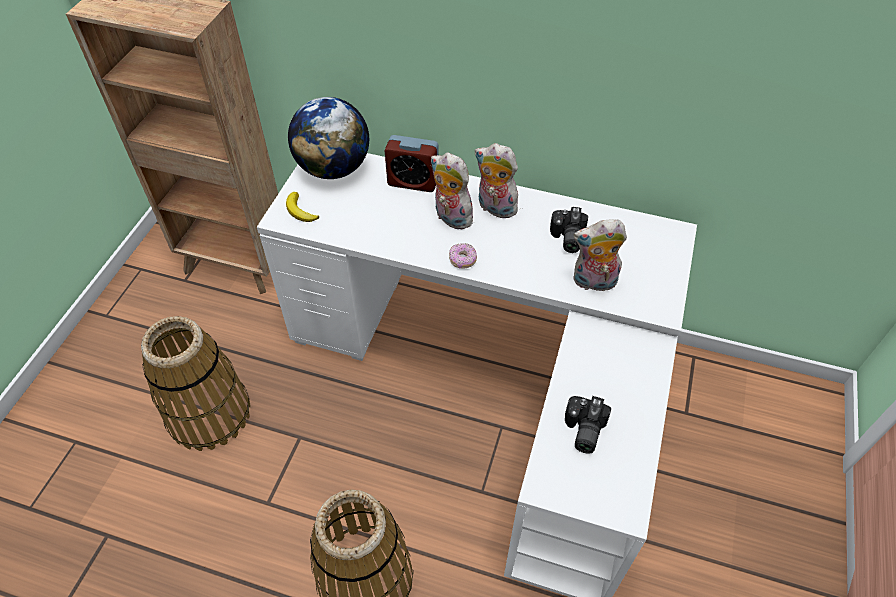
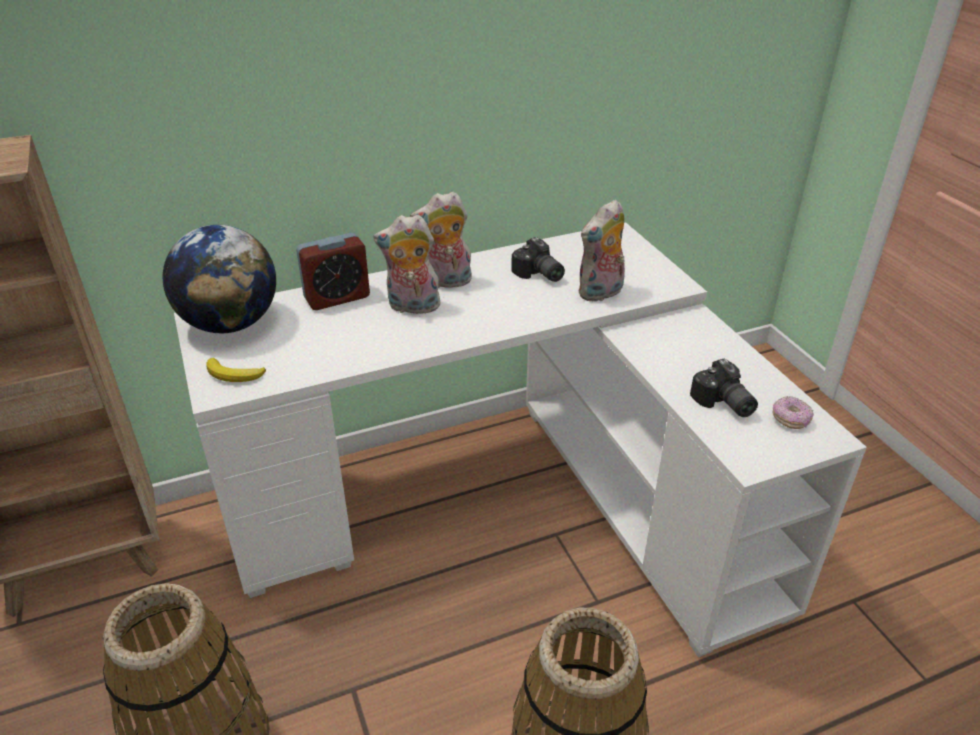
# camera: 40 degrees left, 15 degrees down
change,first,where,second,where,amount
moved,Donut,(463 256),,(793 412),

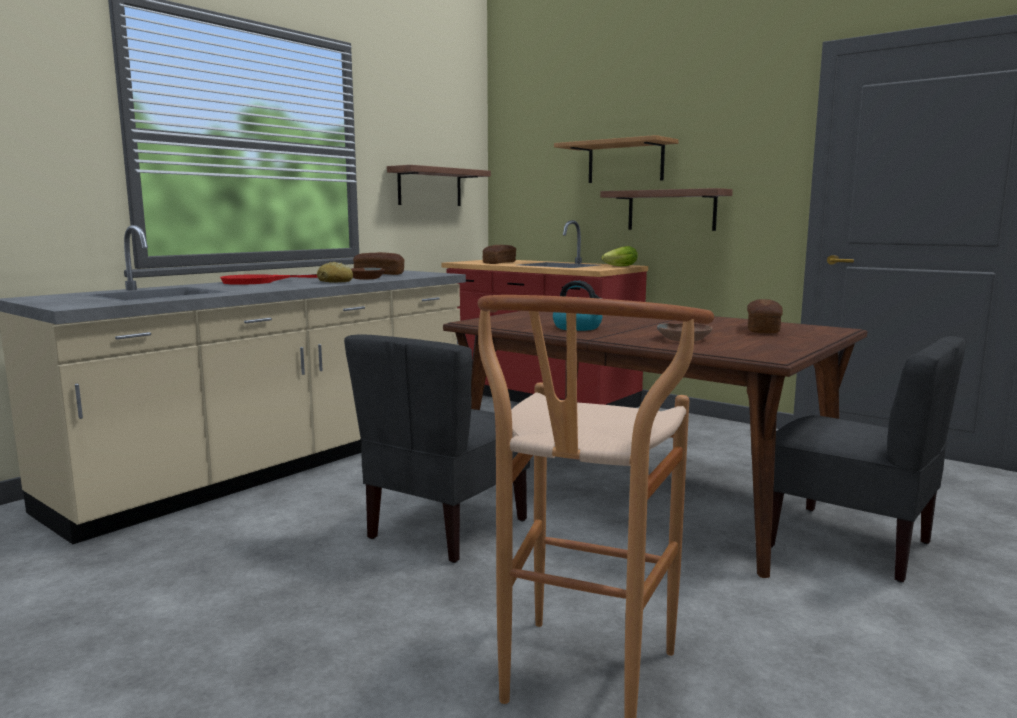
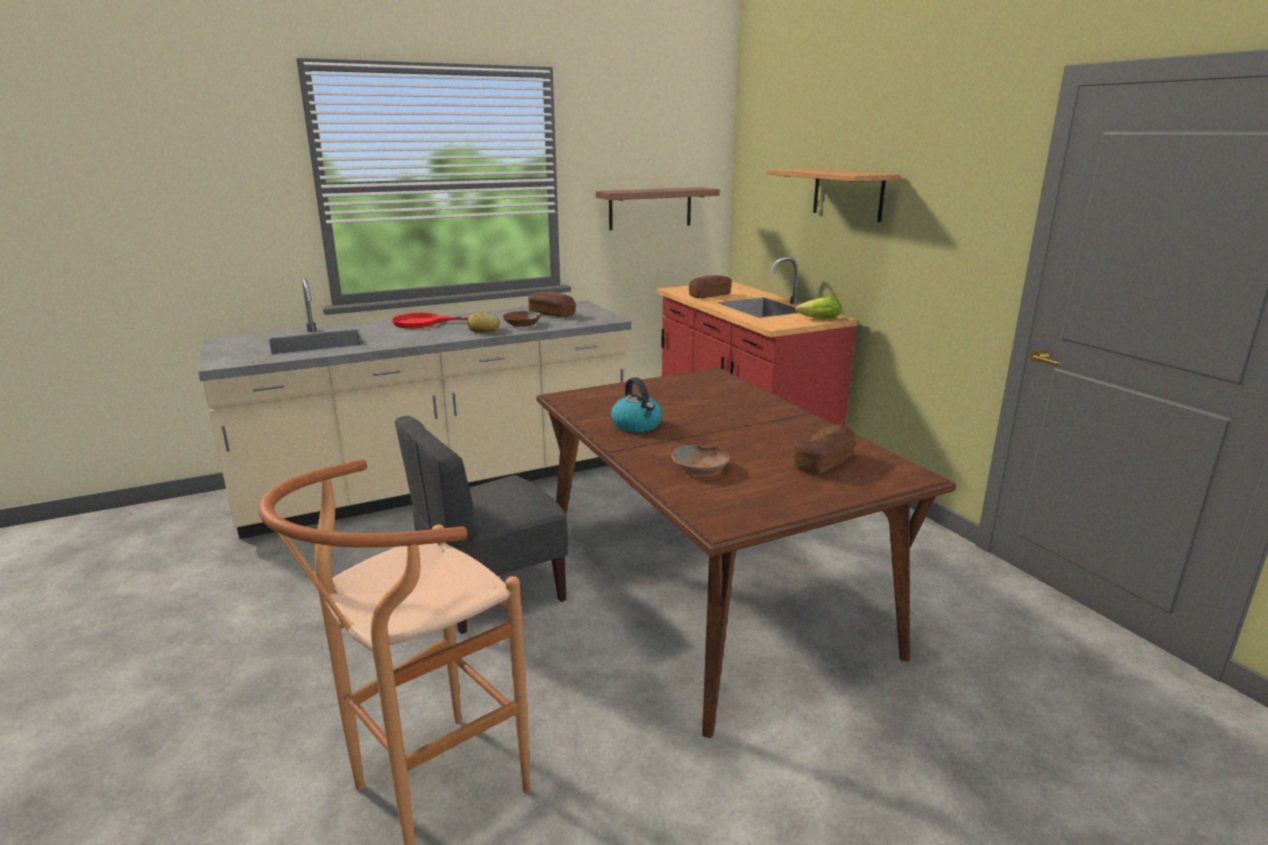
# camera: 25 degrees right, 10 degrees up
change,first,where,second,where,amount
removed,WallShelf,(666 209),,,
removed,GrayChair,(869 459),,,

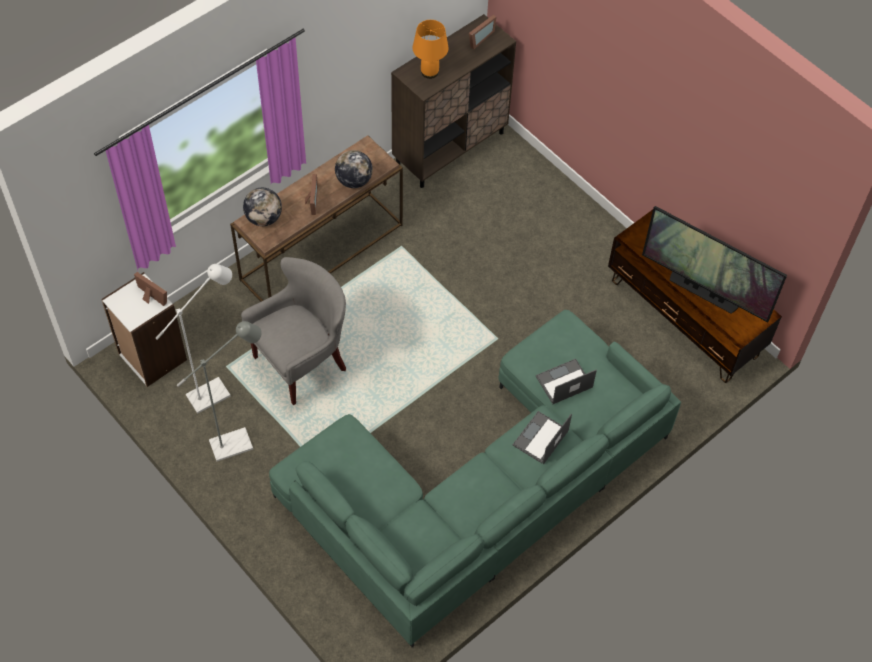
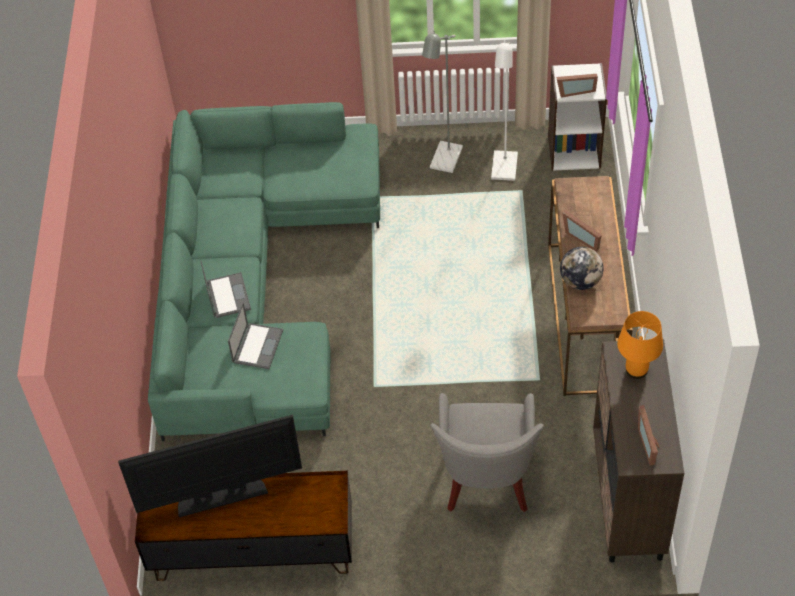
# camera: 135 degrees right, 5 degrees down
change,first,where,second,where,amount
moved,GrayLoungeChair,(293 331),,(487 452),
removed,DeskGlobe,(262 207),,,

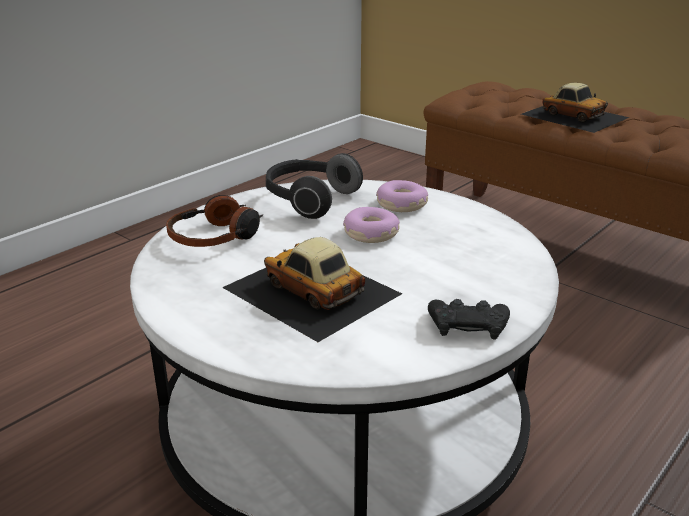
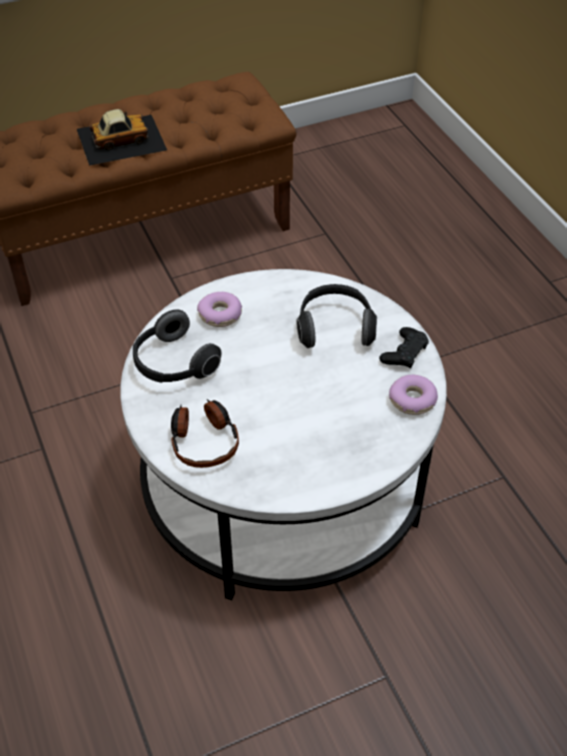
# camera: 65 degrees left, 20 degrees up
change,first,where,second,where,amount
removed,ModelCar,(312 289),,,
moved,Donut,(371 225),,(413 395),
added,,,PairOfHeadphones,(337 316),

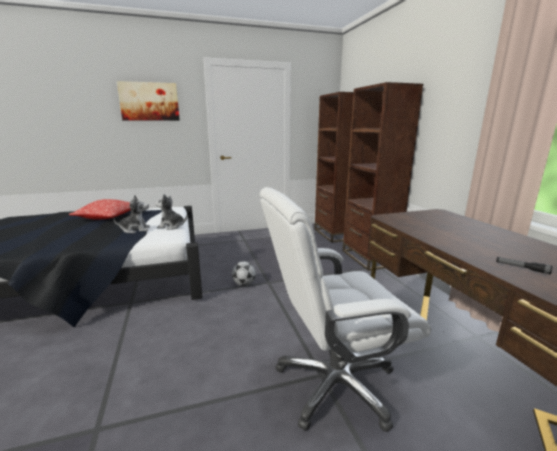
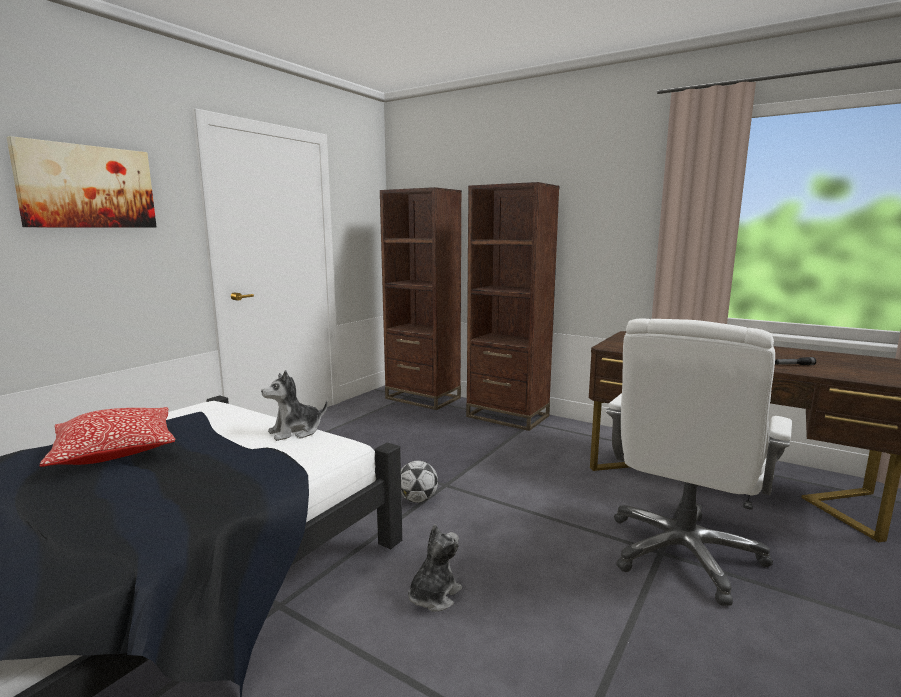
# camera: 40 degrees left, 5 degrees down
change,first,where,second,where,amount
moved,CuddlyToy,(131 214),,(435 568),

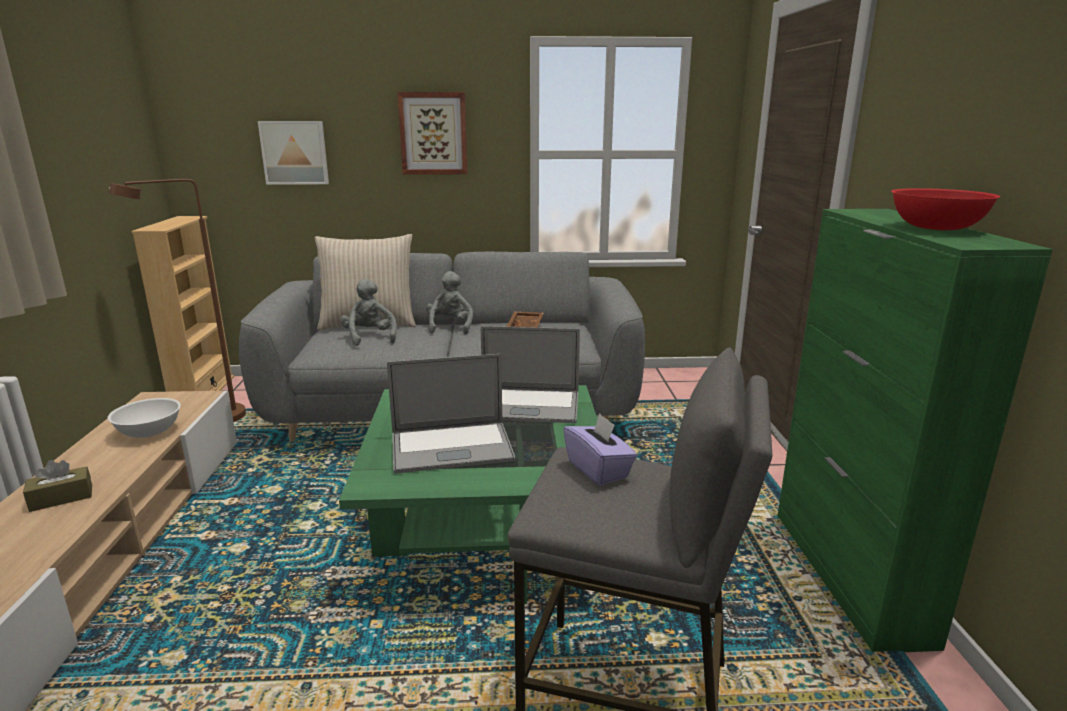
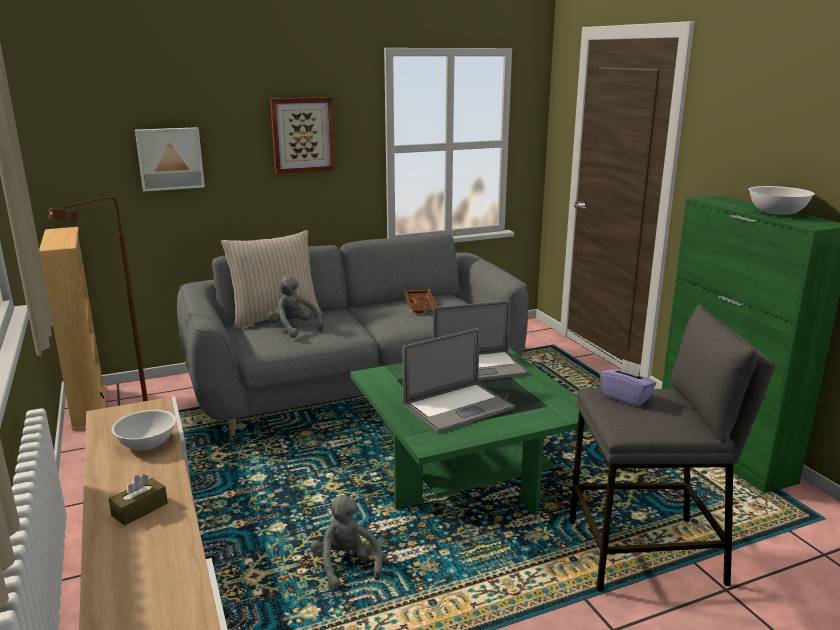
# camera: 20 degrees left, 0 degrees up
change,first,where,second,where,amount
moved,GrayCuddlyToy,(449 303),,(346 543),
recoloured,RedColouredBowl,(946 209),WhiteColouredBowl,(781 200),

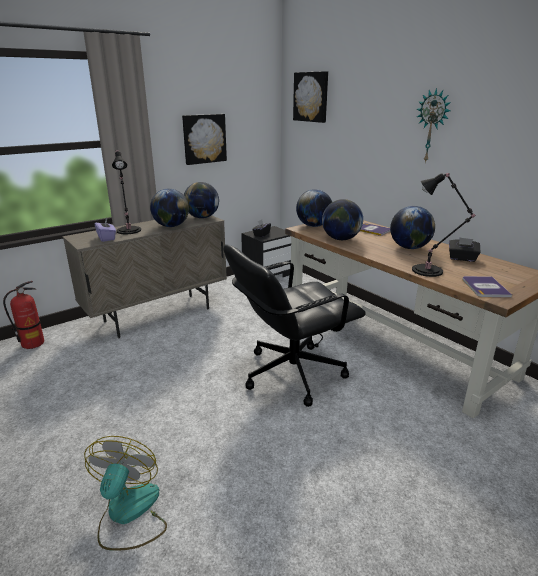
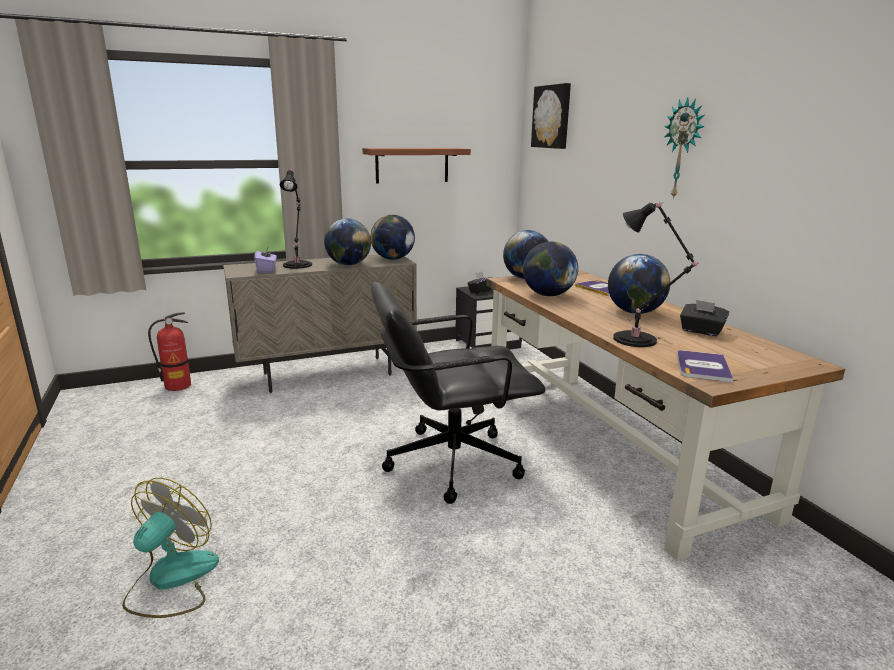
# camera: 15 degrees right, 5 degrees down
change,first,where,second,where,amount
replaced,Picture,(204 139),WallShelf,(417 165),

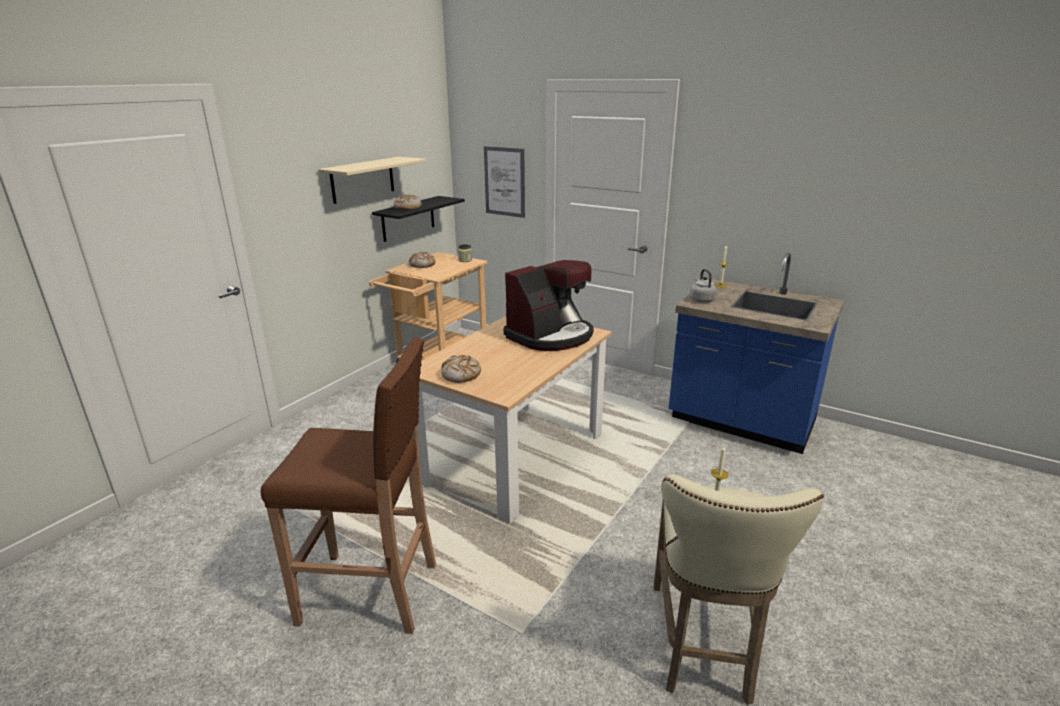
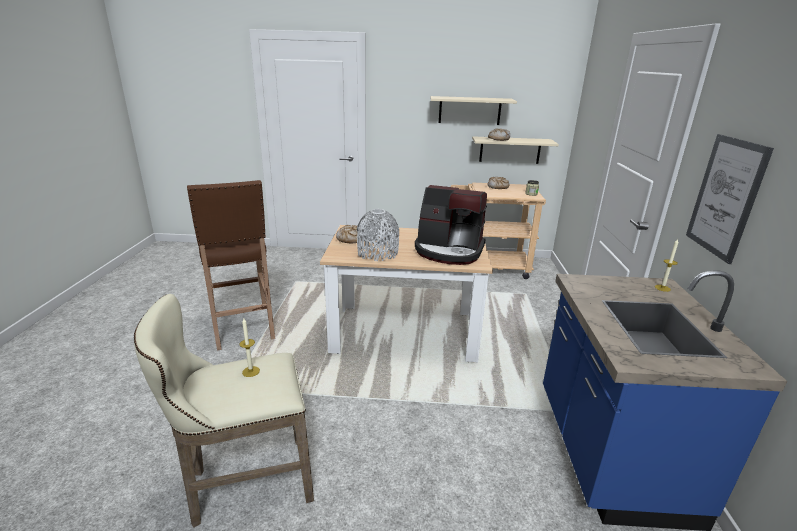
# camera: 60 degrees right, 0 degrees up
change,first,where,second,where,amount
recoloured,BlackColouredWallShelf,(418 219),BeigeColouredWallShelf,(515 150),
moved,Picture,(504 182),,(730 199),
removed,GrayWaterKettle,(703 286),,,
added,,,GrayFlowerVase,(378 235),

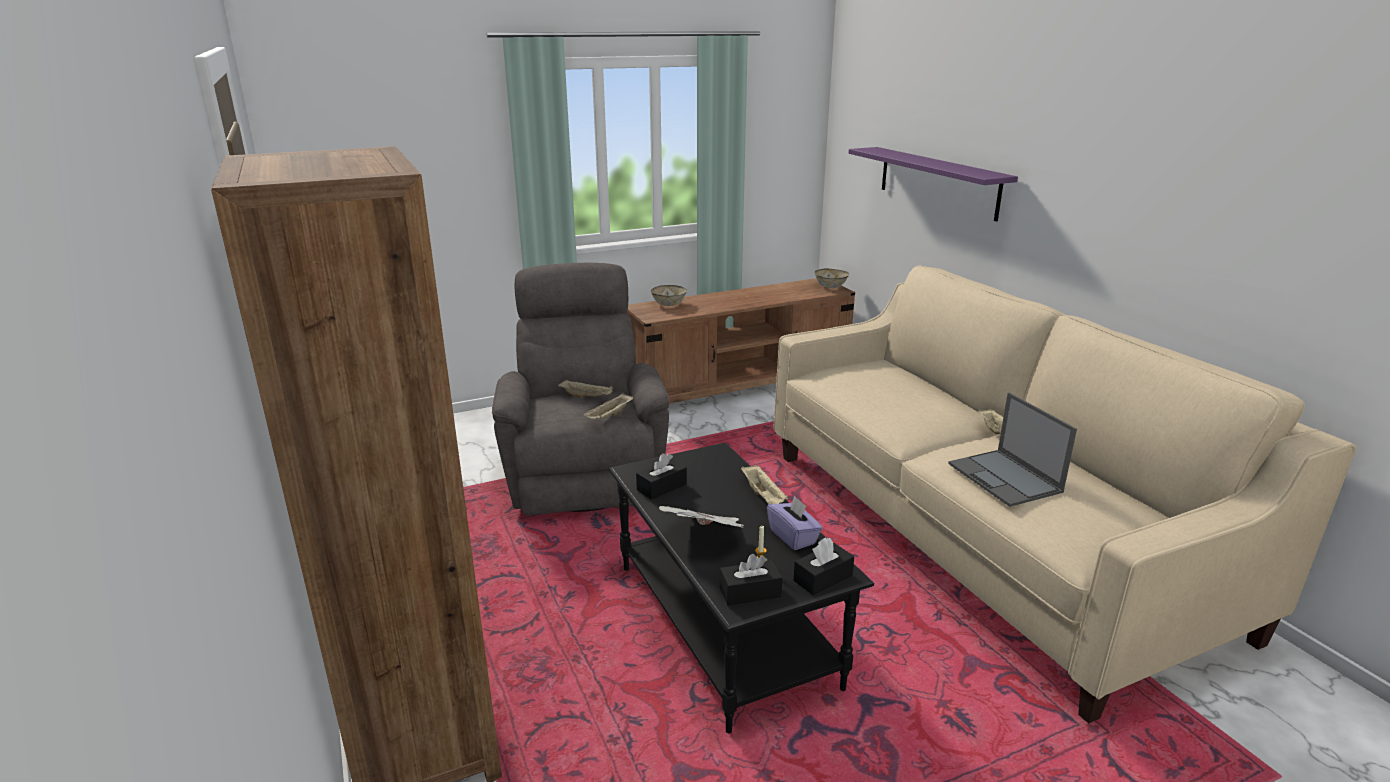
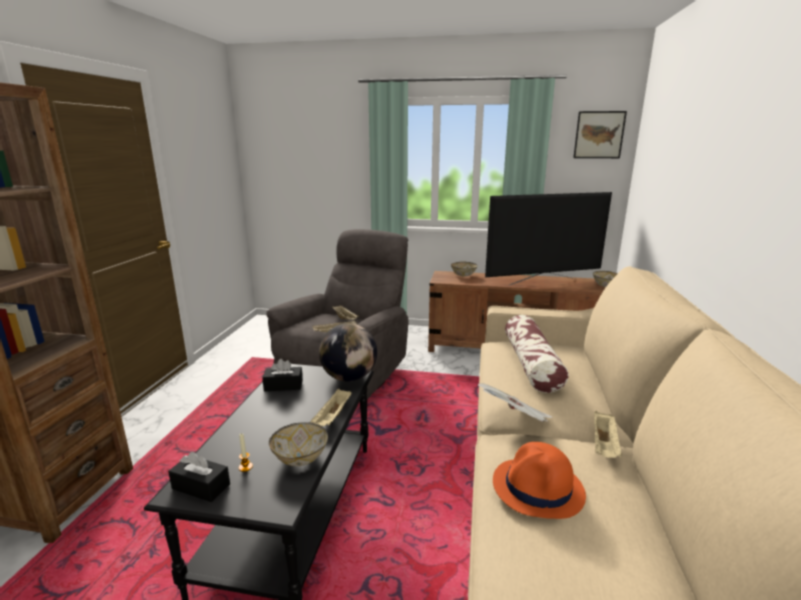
# camera: 35 degrees right, 5 degrees down
change,first,where,second,where,amount
moved,Newspaper,(701 517),,(515 402),
replaced,PurplishTissueBox,(795 522),Bowl,(298 444),
removed,BlackColouredTissueBox,(824 566),,,
removed,PurplishWallShelf,(933 184),,,
replaced,PortableComputer,(1012 450),OrangeyClothingHat,(539 480),
added,,,DeskGlobe,(348 352),
added,,,Tv,(548 239),
added,,,ThrowPillow,(536 354),
added,,,Picture,(600 134),

